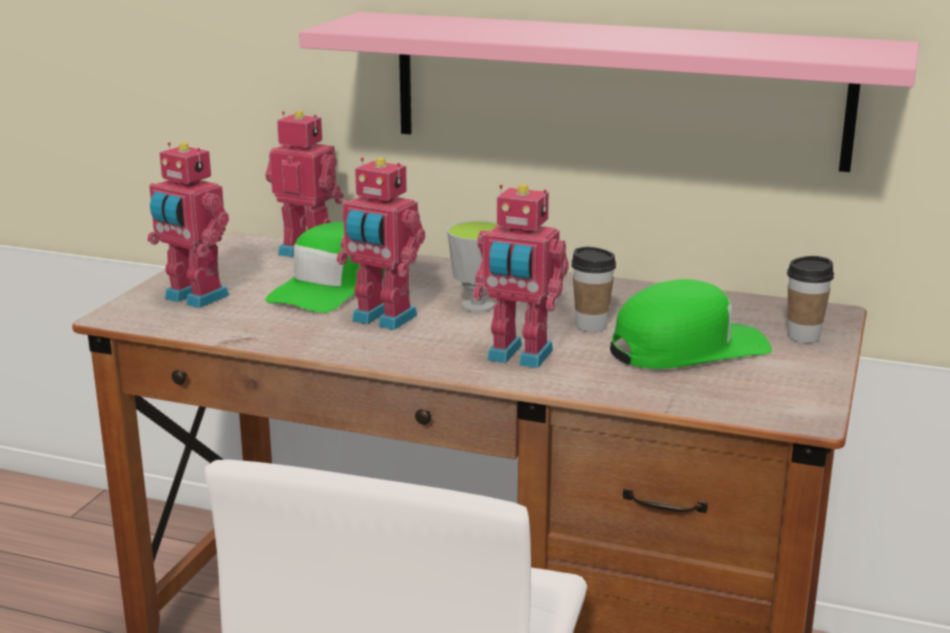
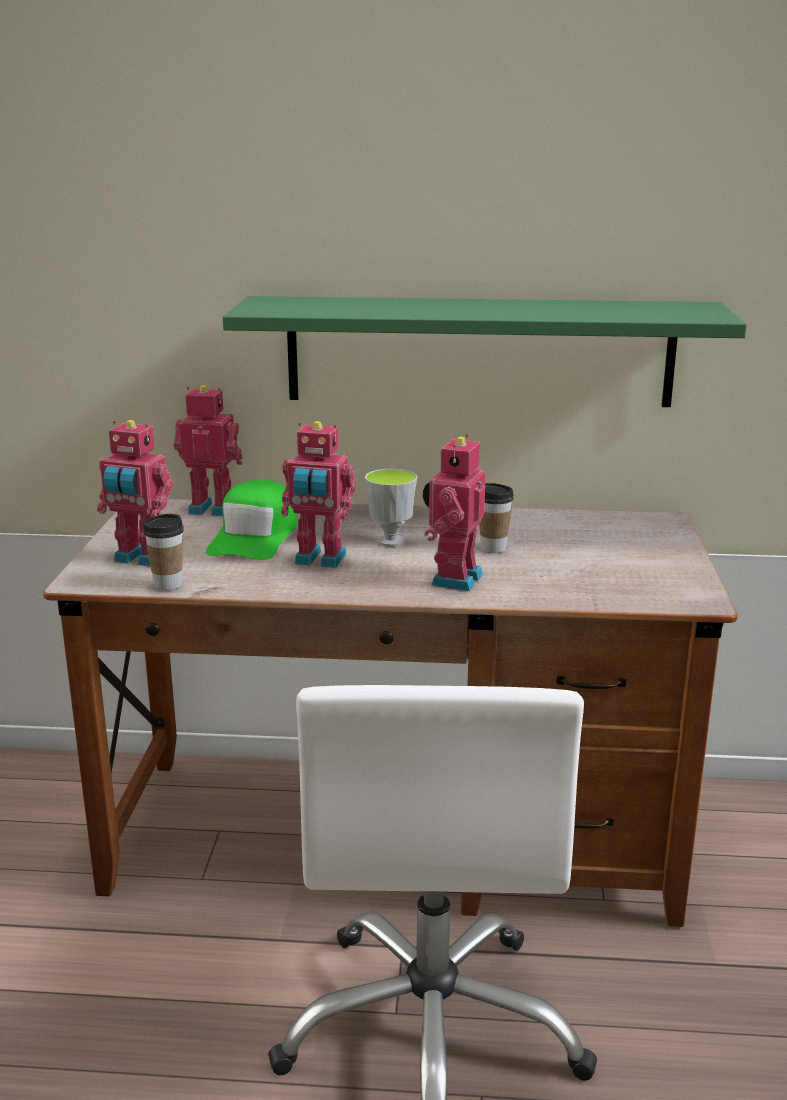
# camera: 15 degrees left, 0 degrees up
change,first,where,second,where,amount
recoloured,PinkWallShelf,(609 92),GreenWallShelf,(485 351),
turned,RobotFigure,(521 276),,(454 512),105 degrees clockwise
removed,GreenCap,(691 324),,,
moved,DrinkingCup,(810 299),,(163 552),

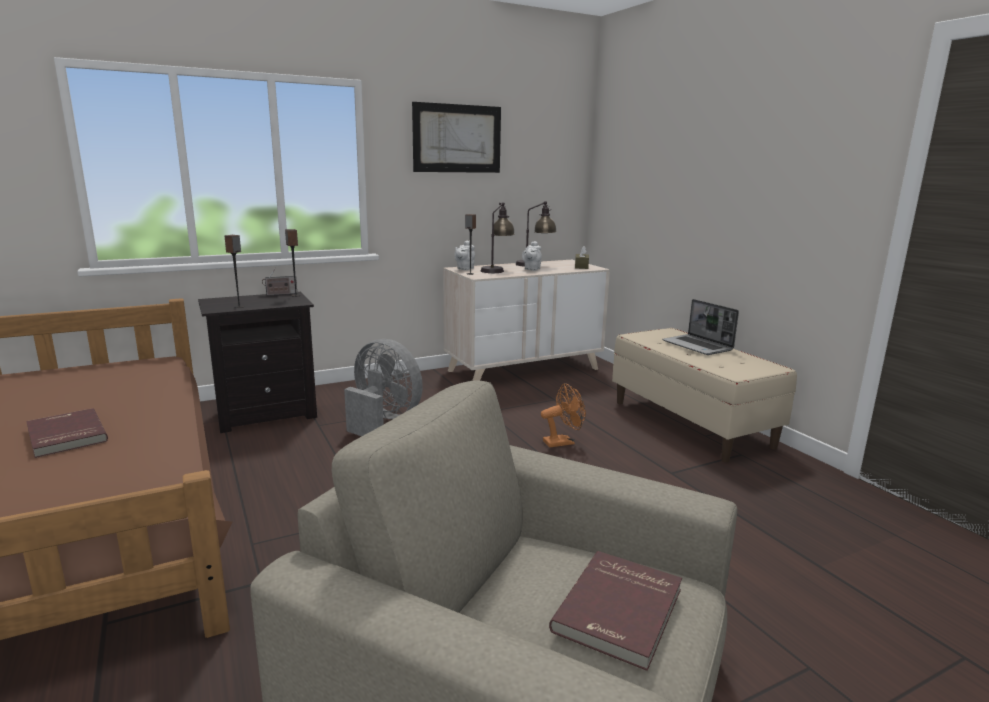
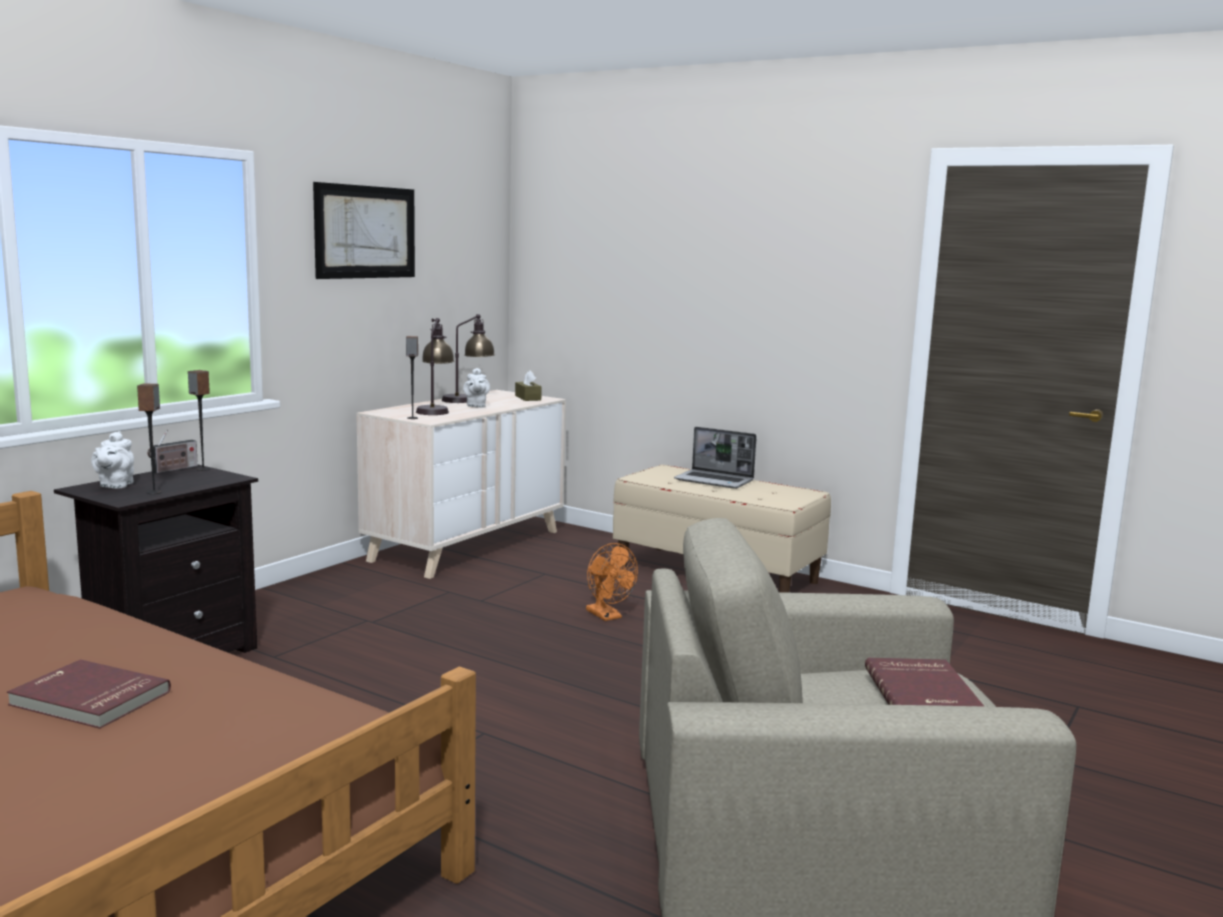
# camera: 30 degrees left, 5 degrees down
change,first,where,second,where,amount
removed,GrayElectricFan,(383 387),,,
moved,WhiteColouredPotForTea,(464 255),,(112 460),
turned,OrangeyElectricFan,(563 415),,(612 582),105 degrees clockwise

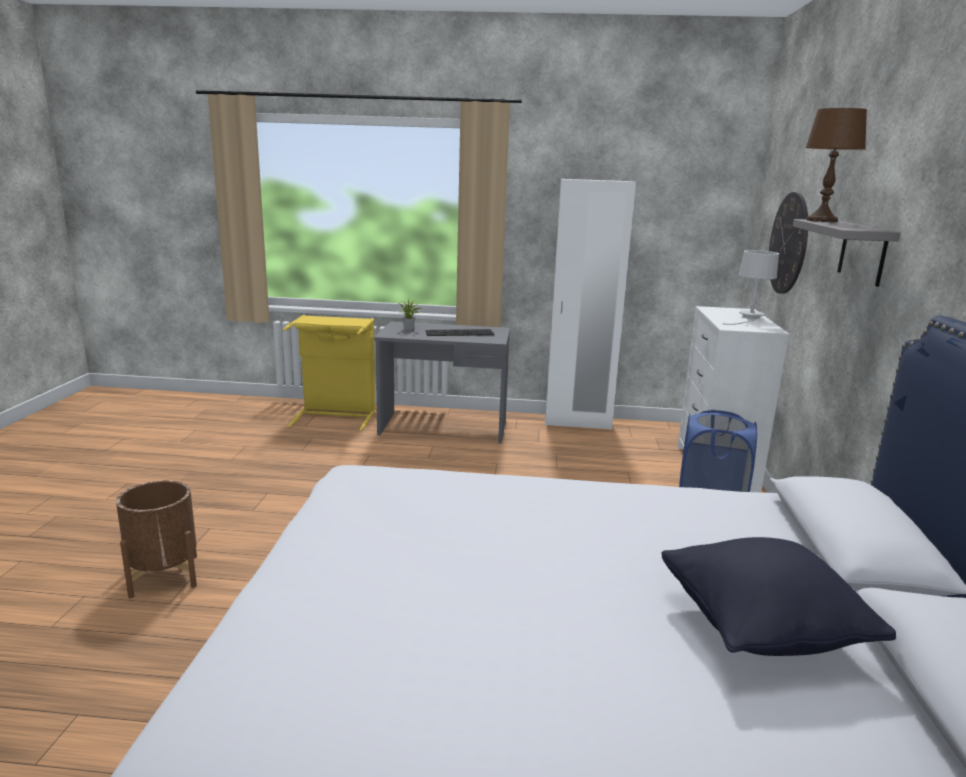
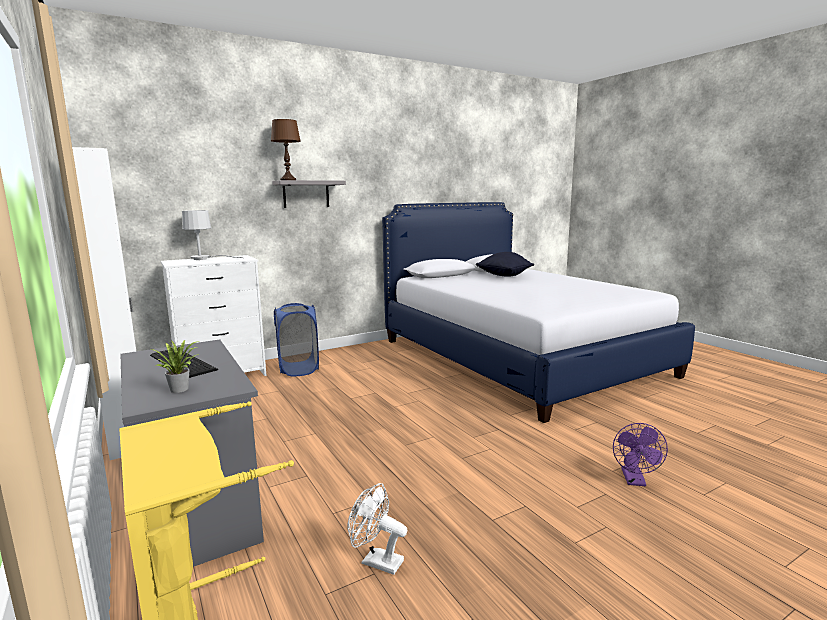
# camera: 125 degrees left, 5 degrees down
change,first,where,second,where,amount
replaced,BrownPlanter,(156 539),PurplishElectricFan,(640 454),
removed,ClockOnTheWall,(788 243),,,
added,,,WhiteColouredElectricFan,(377 529),

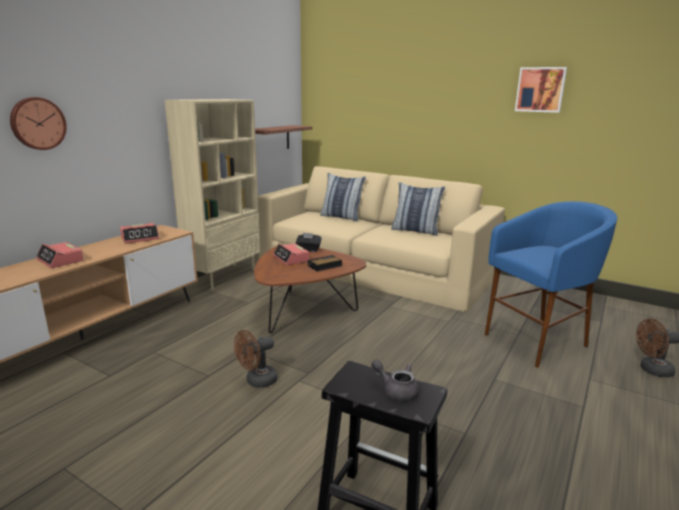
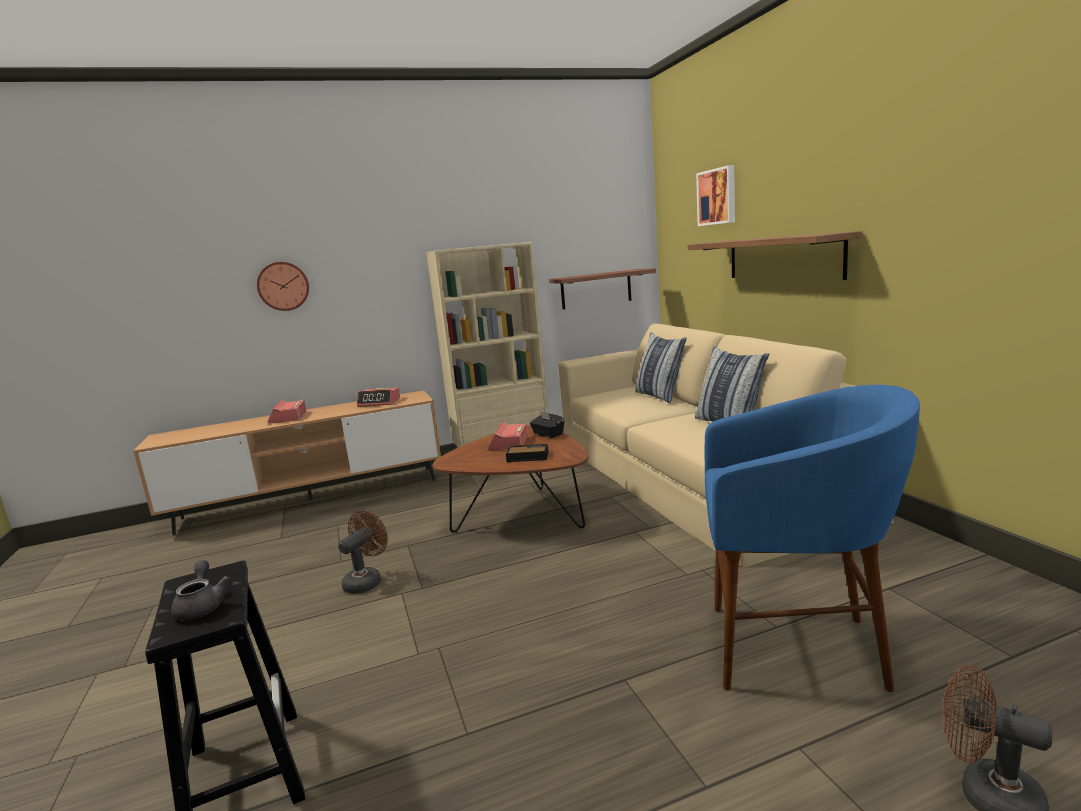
# camera: 40 degrees right, 5 degrees down
change,first,where,second,where,amount
turned,BrownElectricFan,(256 359),,(363 552),120 degrees clockwise
moved,Picture,(541 90),,(715 195),
added,,,WallShelf,(775 255),

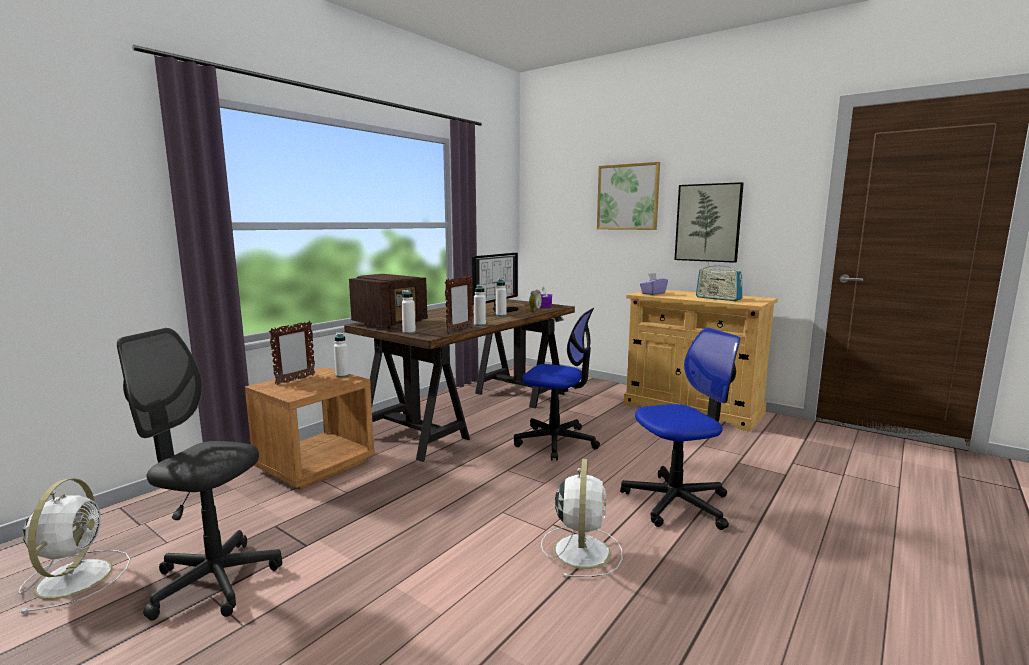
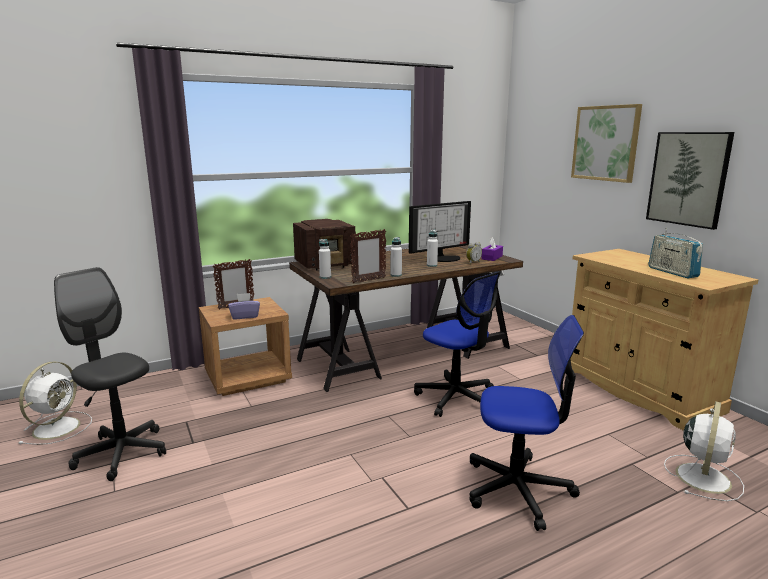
# camera: 25 degrees right, 5 degrees up
change,first,where,second,where,amount
removed,WhiteColouredBottle,(341 355),,,
moved,WhiteColouredElectricFan,(581 518),,(704 451),
moved,PurplishTissueBox,(654 284),,(244 306),

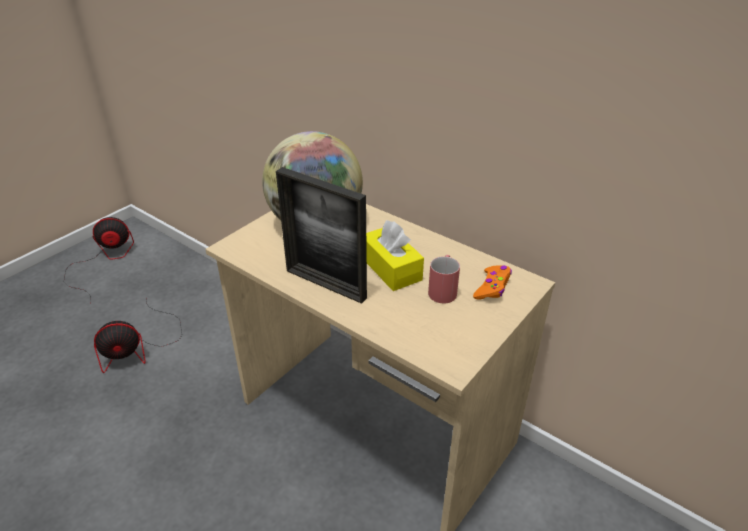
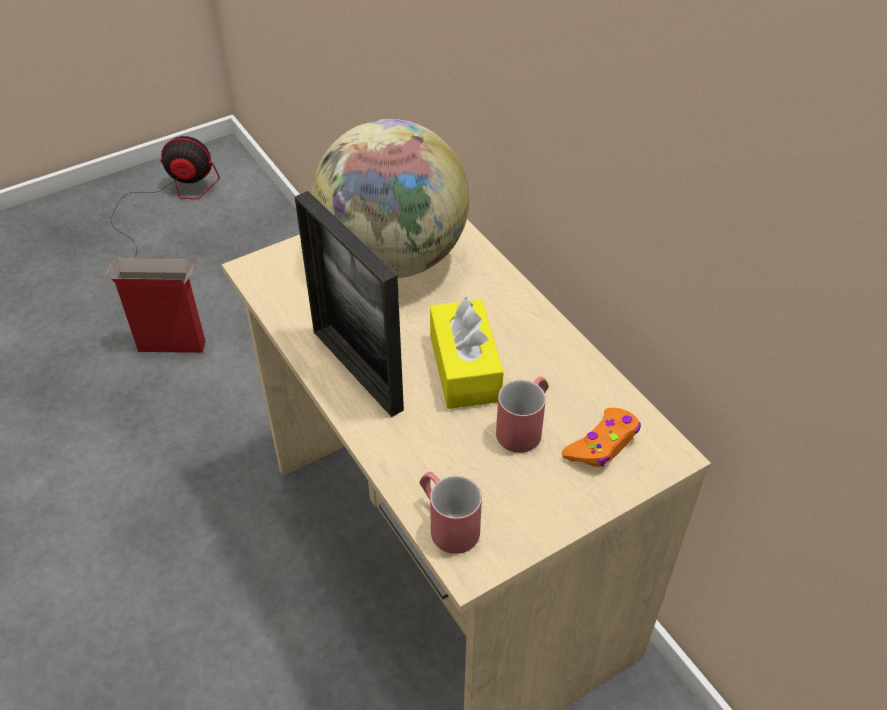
# camera: 20 degrees right, 10 degrees up
change,first,where,second,where,amount
replaced,ElectricFan,(138 336),PackingBox,(155 305),
added,,,RedColouredMug,(451 513),

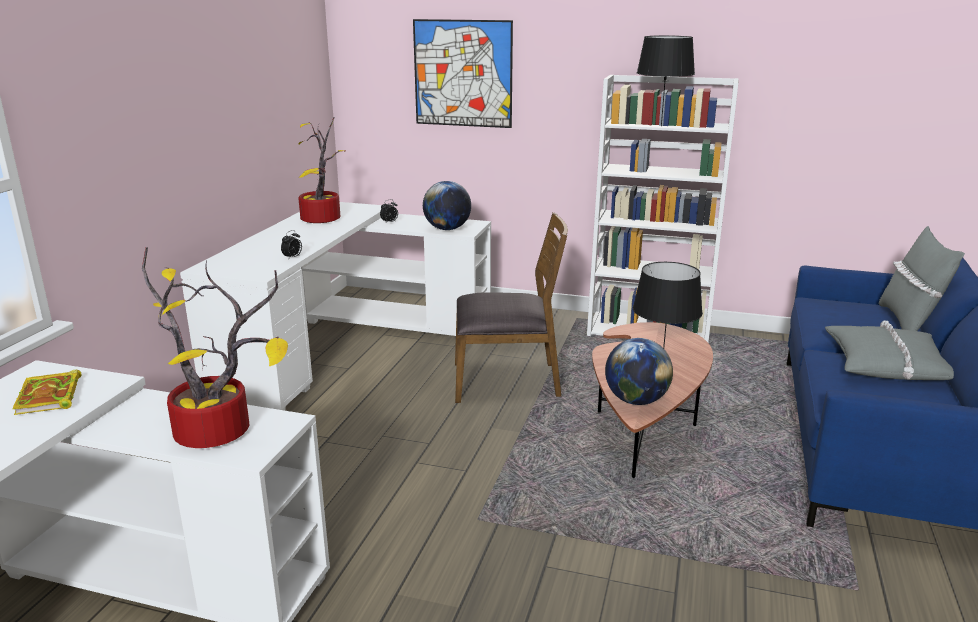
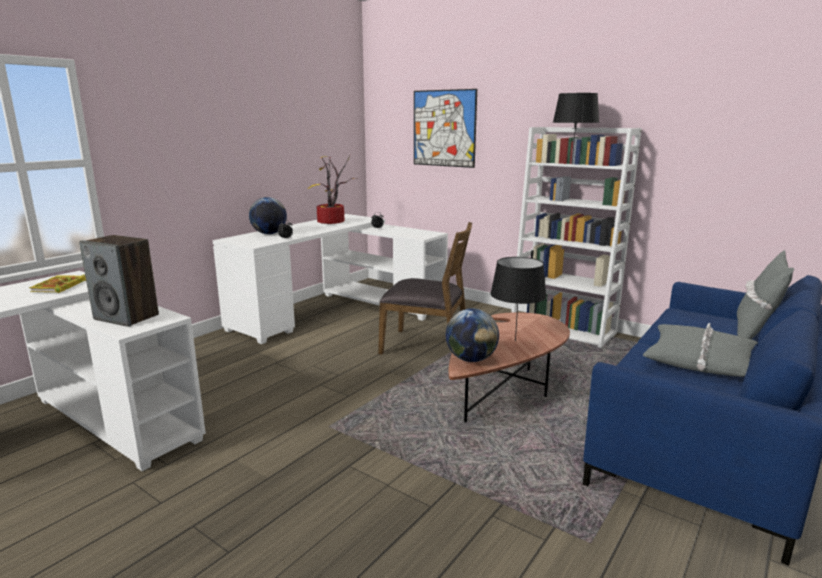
# camera: 20 degrees right, 5 degrees down
change,first,where,second,where,amount
replaced,Houseplant,(215 347),Loudspeaker,(119 281),
moved,DeskGlobe,(447 205),,(268 215),

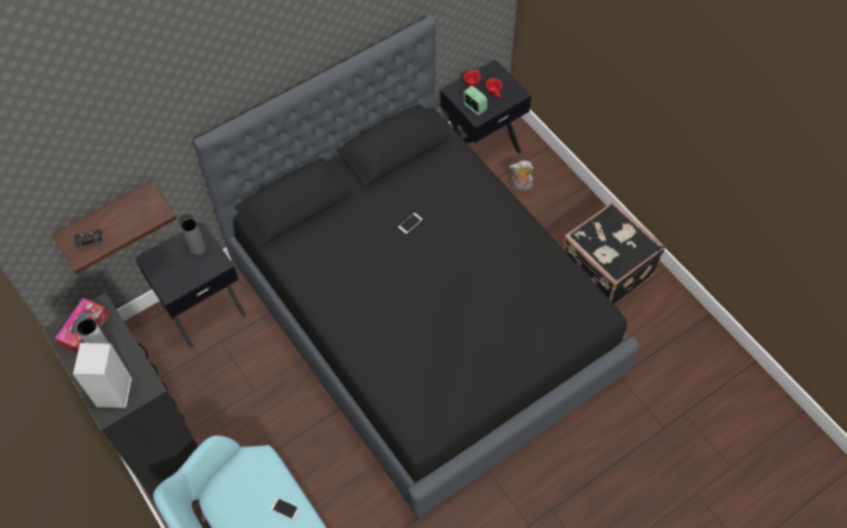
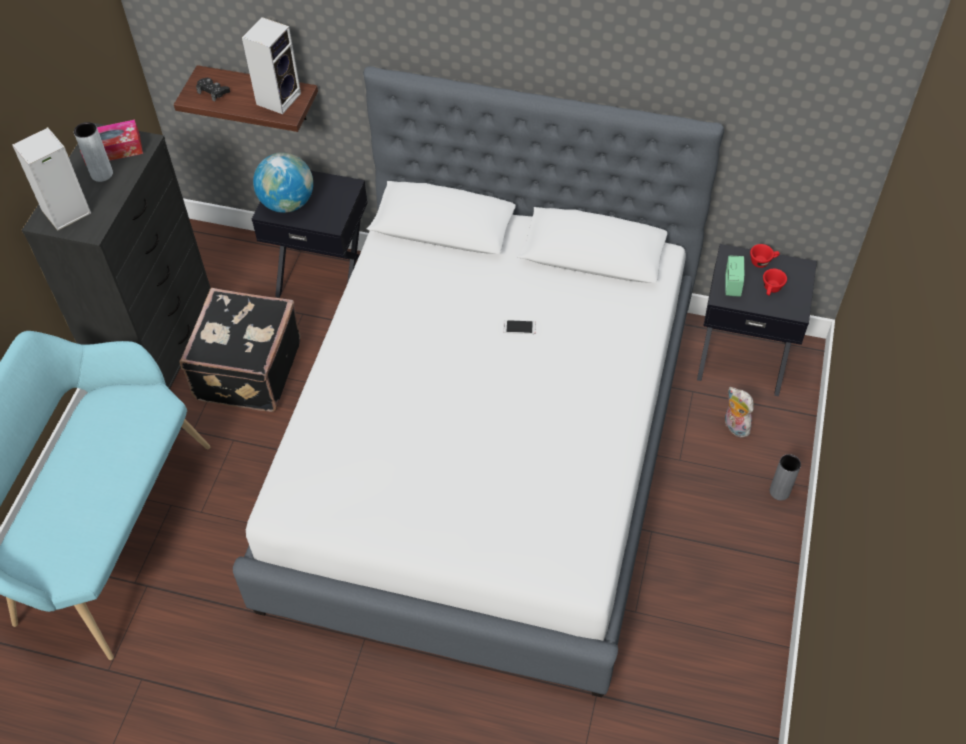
# camera: 50 degrees right, 5 degrees down
change,first,where,second,where,amount
moved,GrayFlowerVase,(193 236),,(785 477),
recoloured,BlackColouredBed,(416 267),WhiteColouredBed,(478 381),
removed,Phone,(285 509),,,
moved,BlackColouredPieceOfLuggage,(614 253),,(240 350),
added,,,Loudspeaker,(271 65),
added,,,DeskGlobe,(283 183),

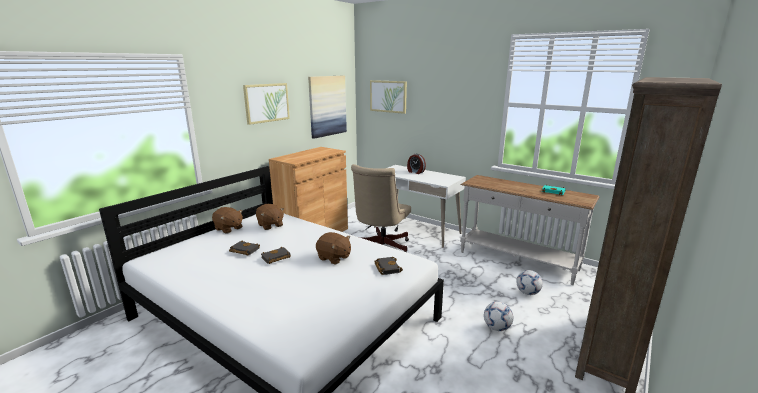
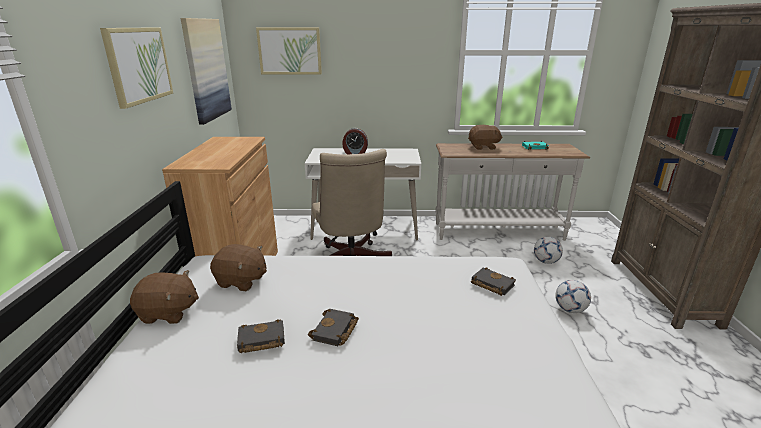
# camera: 35 degrees left, 5 degrees up
change,first,where,second,where,amount
moved,BrownCuddlyToy,(333 248),,(485 137),

